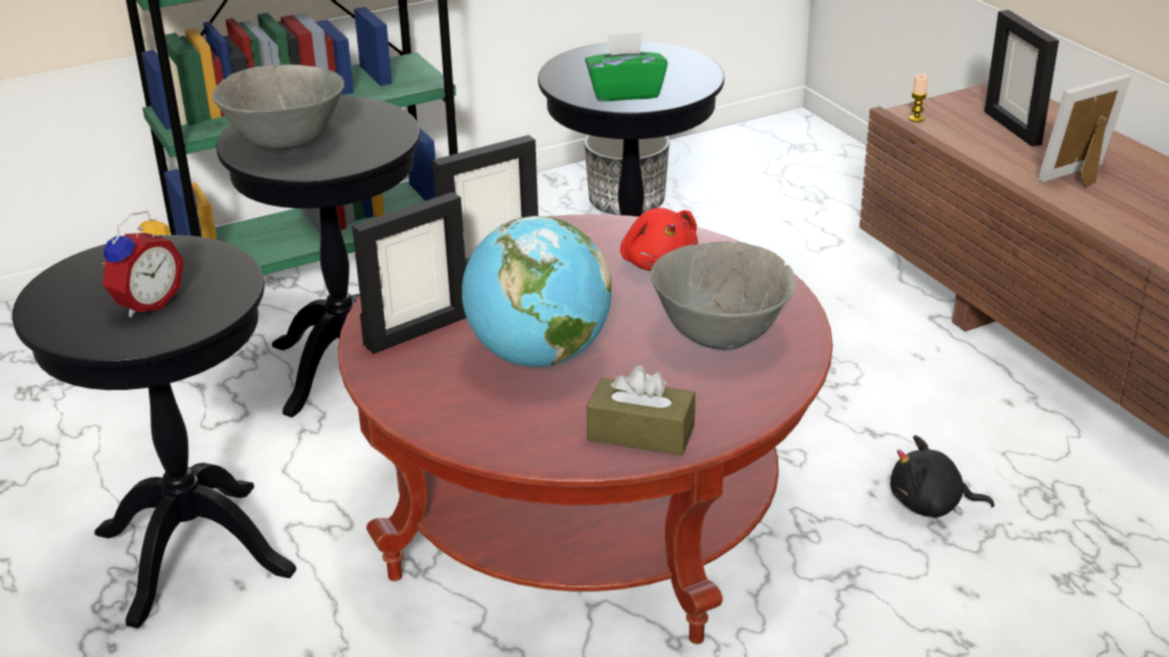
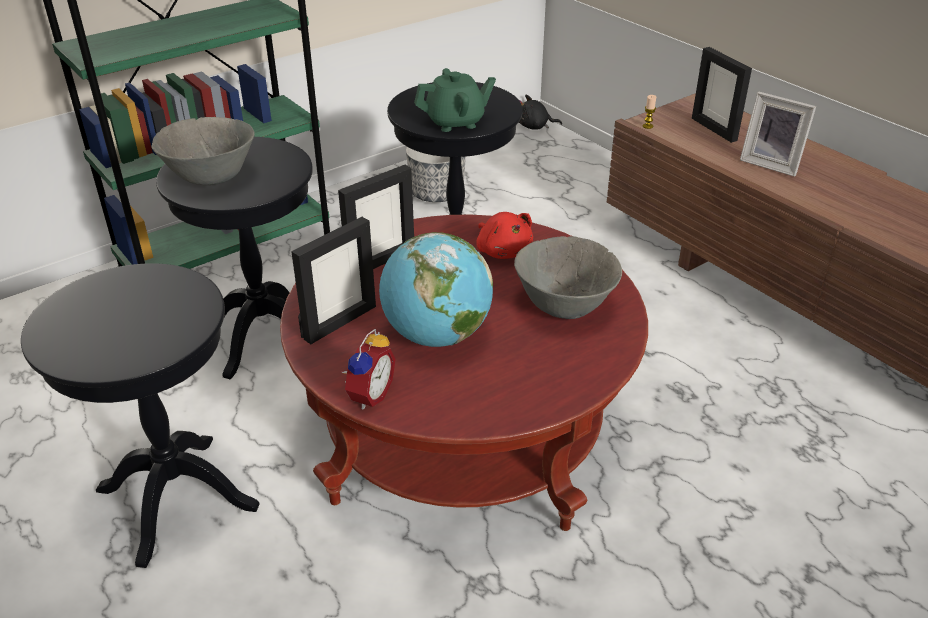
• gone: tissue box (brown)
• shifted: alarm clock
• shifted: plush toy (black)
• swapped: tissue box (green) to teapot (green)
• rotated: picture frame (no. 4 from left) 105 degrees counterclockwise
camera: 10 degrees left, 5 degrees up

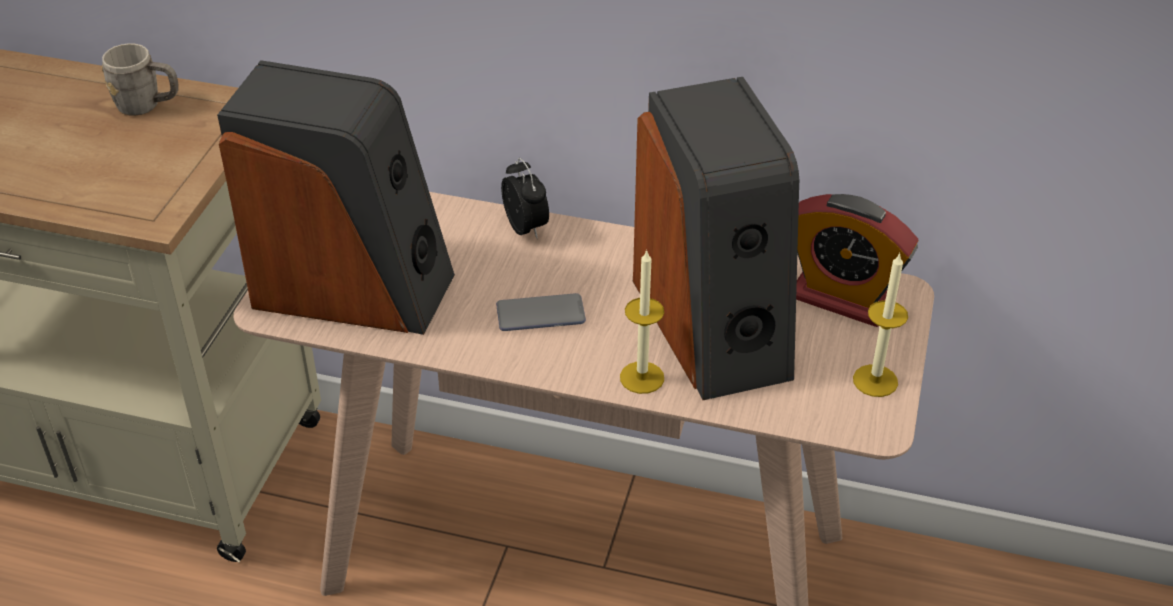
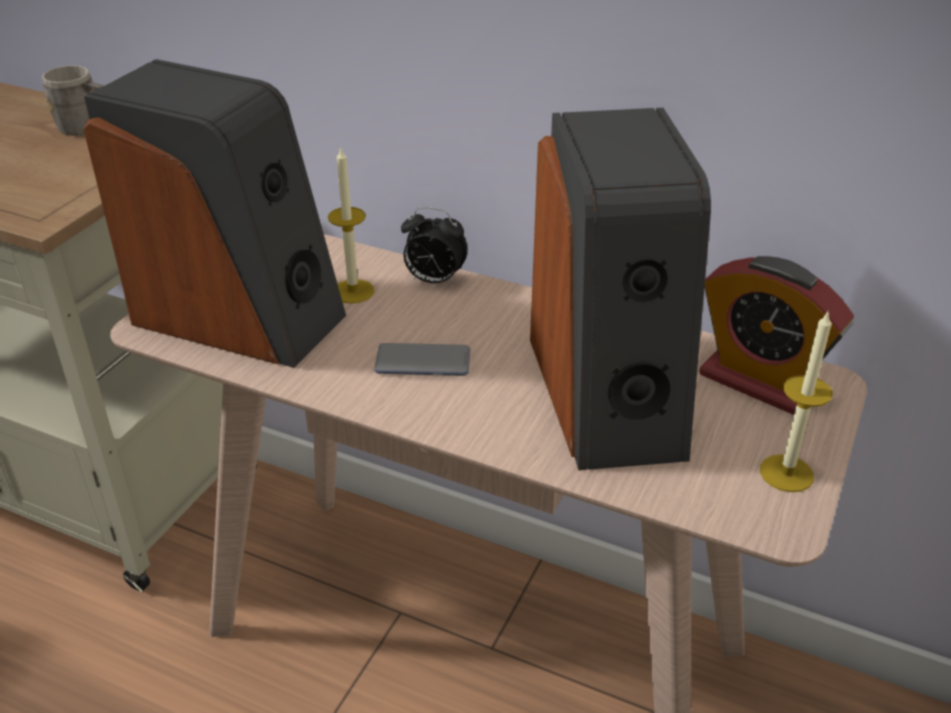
• shifted: candle (no. 1 from left)
• rotated: alarm clock (no. 1 from left) 120 degrees clockwise
camera: 10 degrees right, 5 degrees down

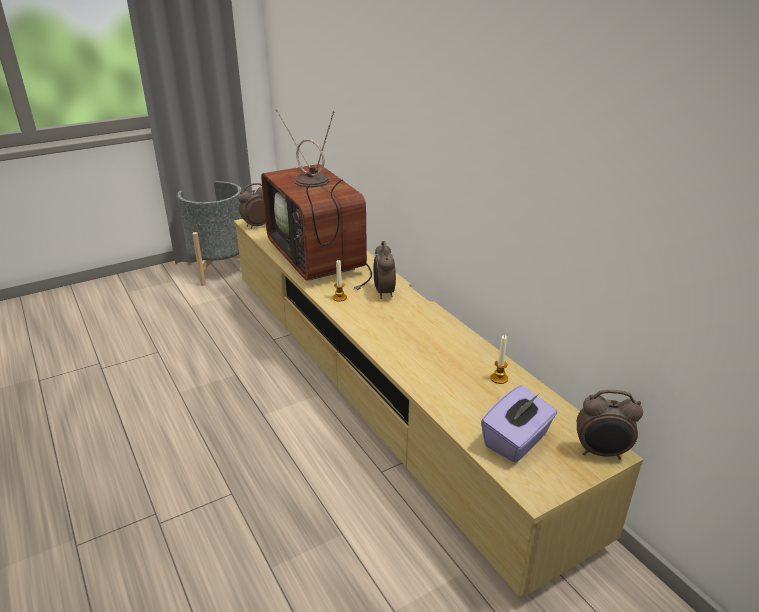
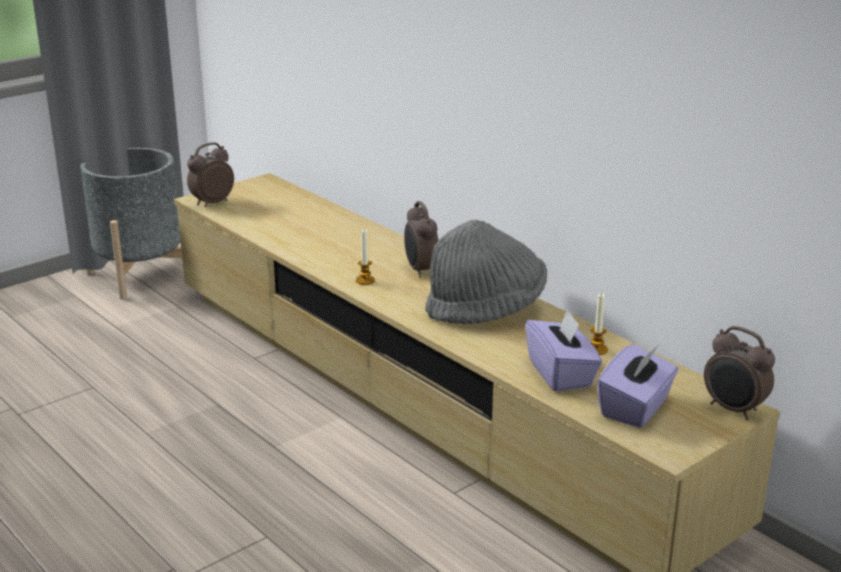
• gone: television
• new: hat (grey)
• new: tissue box (purple) (no. 1 from left)
• rotated: alarm clock (no. 3 from left) 45 degrees clockwise
camera: 10 degrees left, 5 degrees down

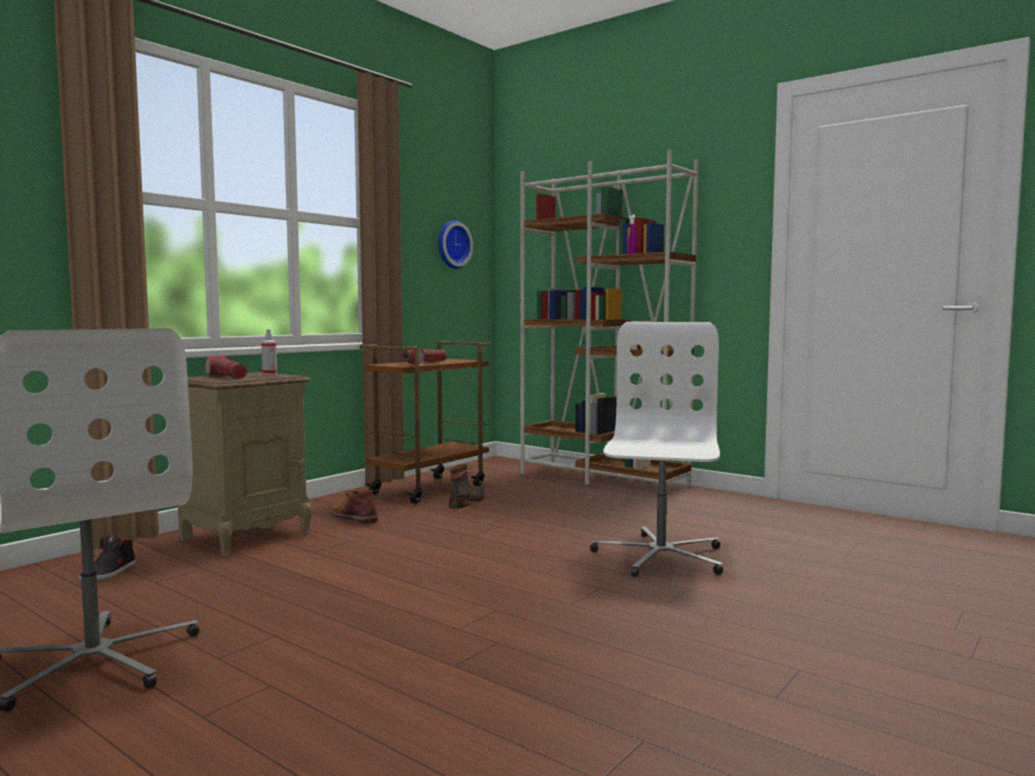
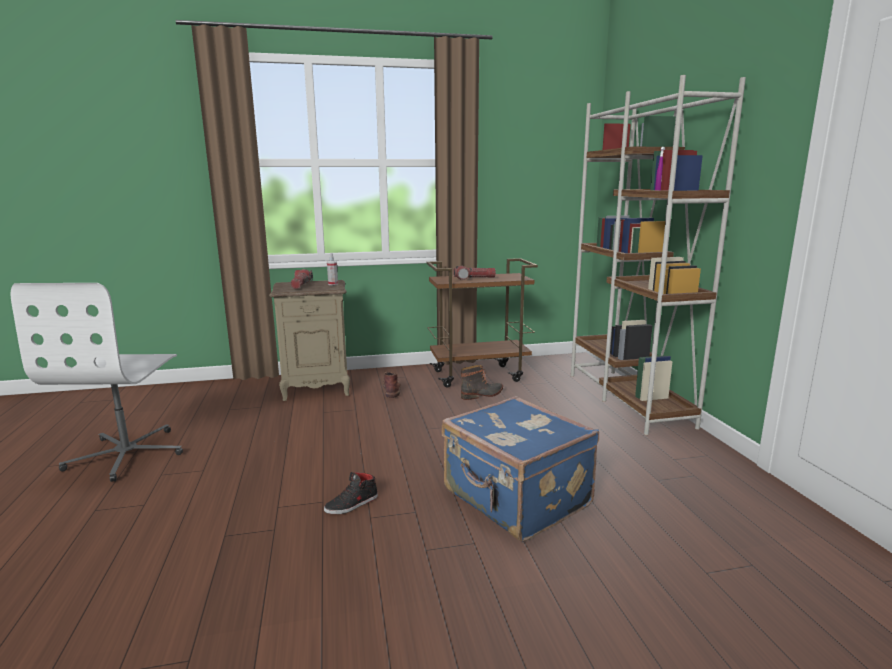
• gone: wall clock
• shifted: shoe (black)
• swapped: office chair (white) (no. 2 from left) to suitcase (blue)
camera: 40 degrees right, 10 degrees up

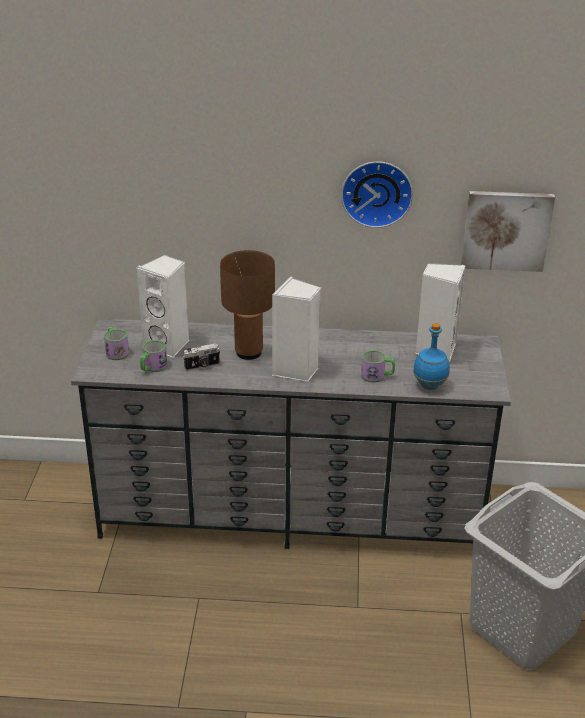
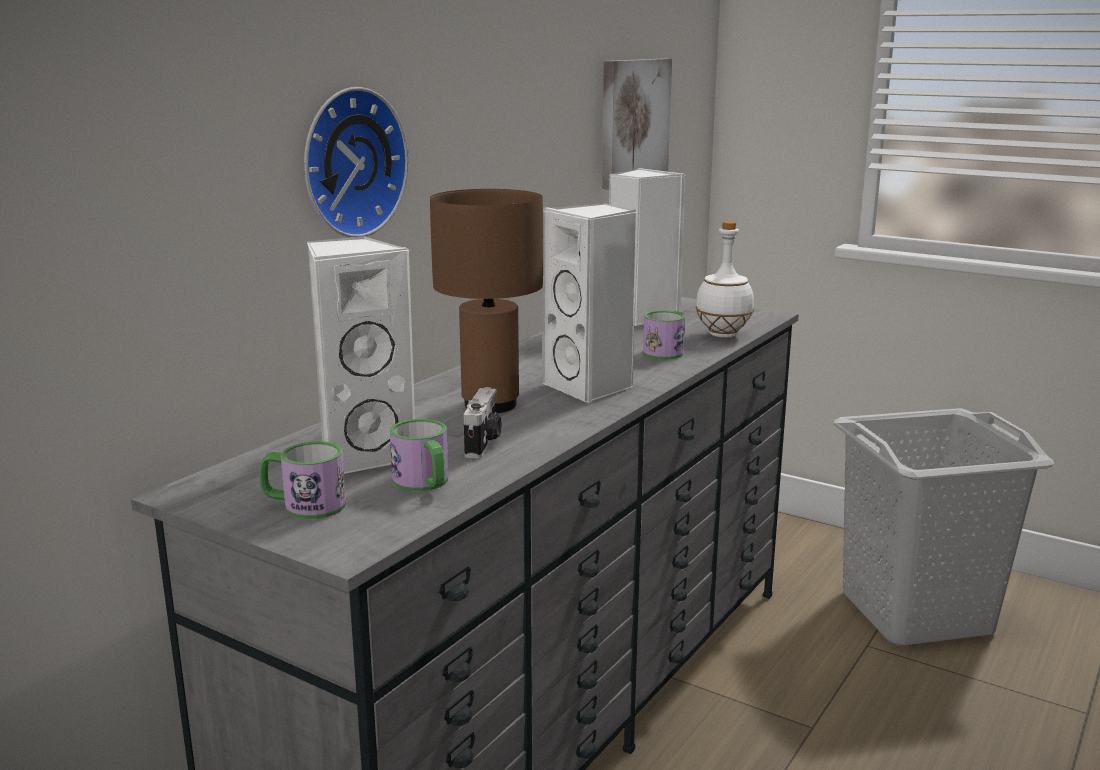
• shifted: wall clock
• repainted: bottle (blue) to bottle (white)
camera: 60 degrees left, 15 degrees down

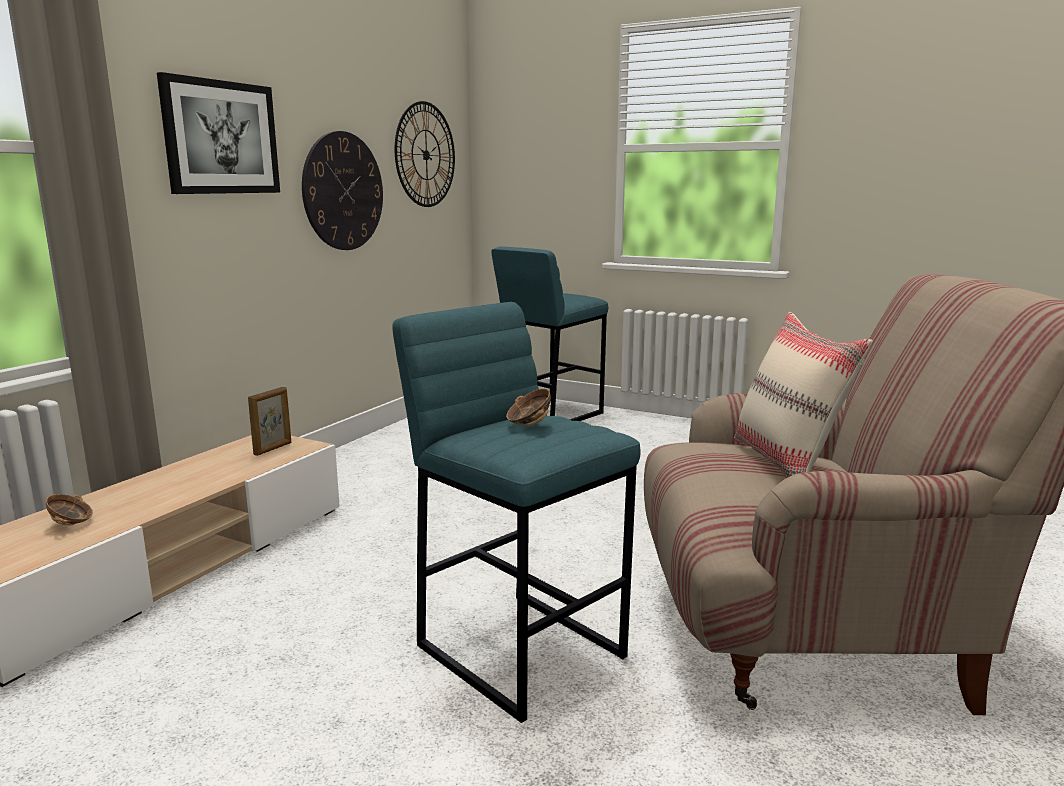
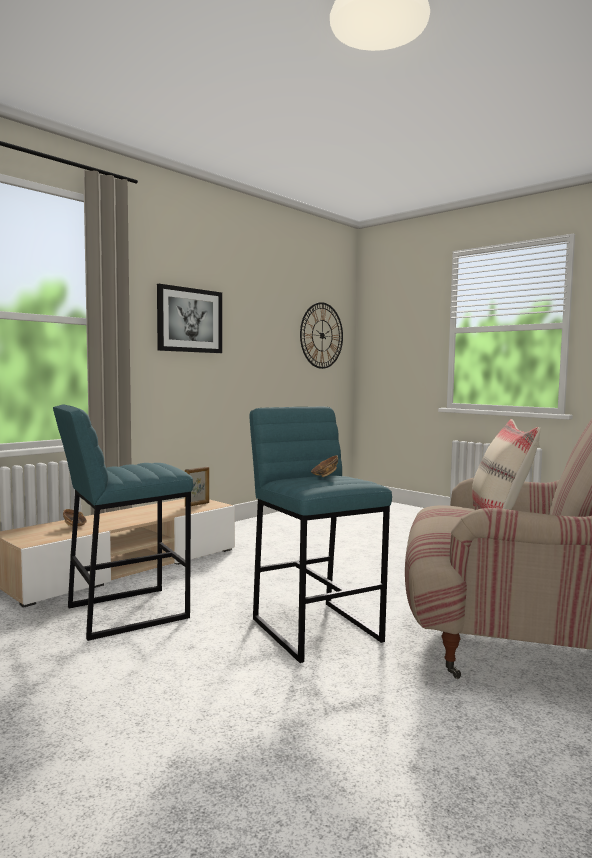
• gone: wall clock (no. 1 from left)
• shifted: stool (turquoise) (no. 2 from left in the first image) to stool (turquoise) (no. 1 from left)
camera: 15 degrees right, 10 degrees down

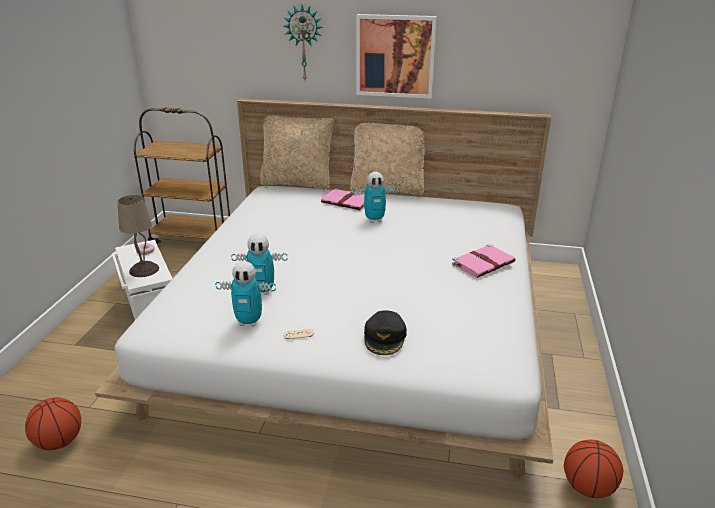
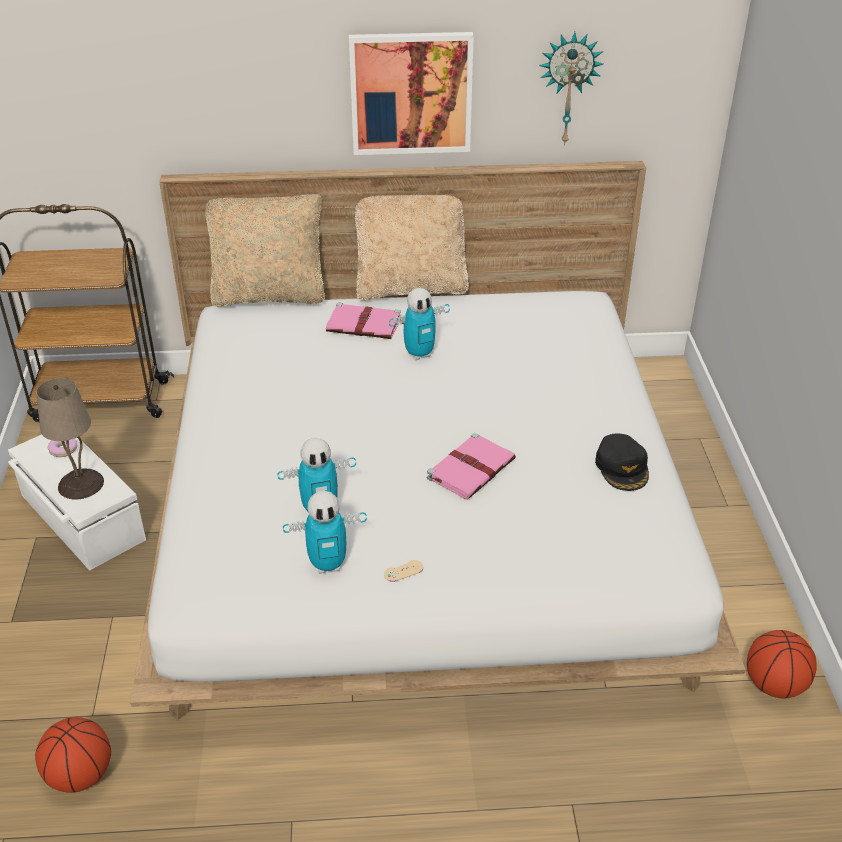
• shifted: wall clock
• shifted: cap (black)
• shifted: book (pink) (no. 2 from left)
camera: 15 degrees left, 10 degrees up

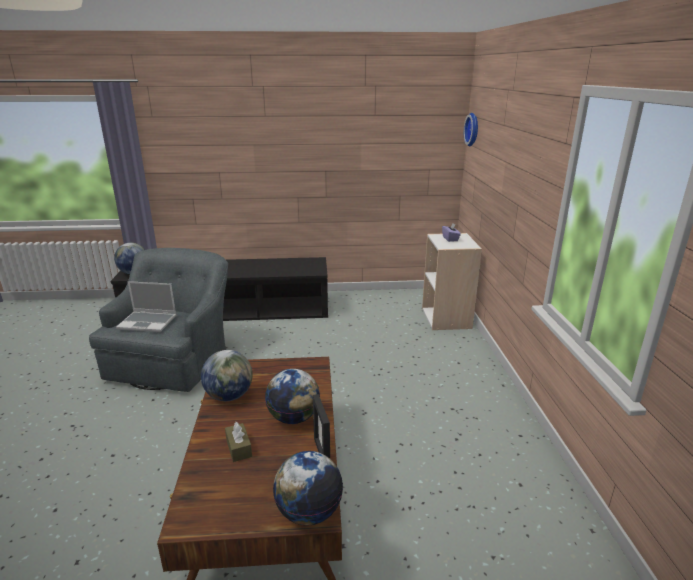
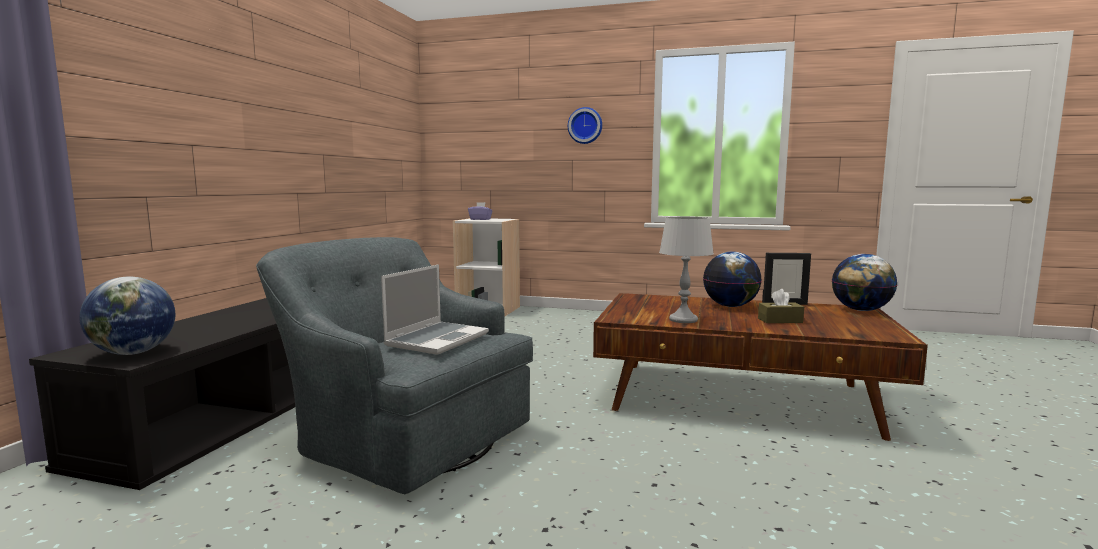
• shifted: wall clock
• swapped: globe (no. 2 from left) to table lamp (grey)
camera: 70 degrees left, 15 degrees down

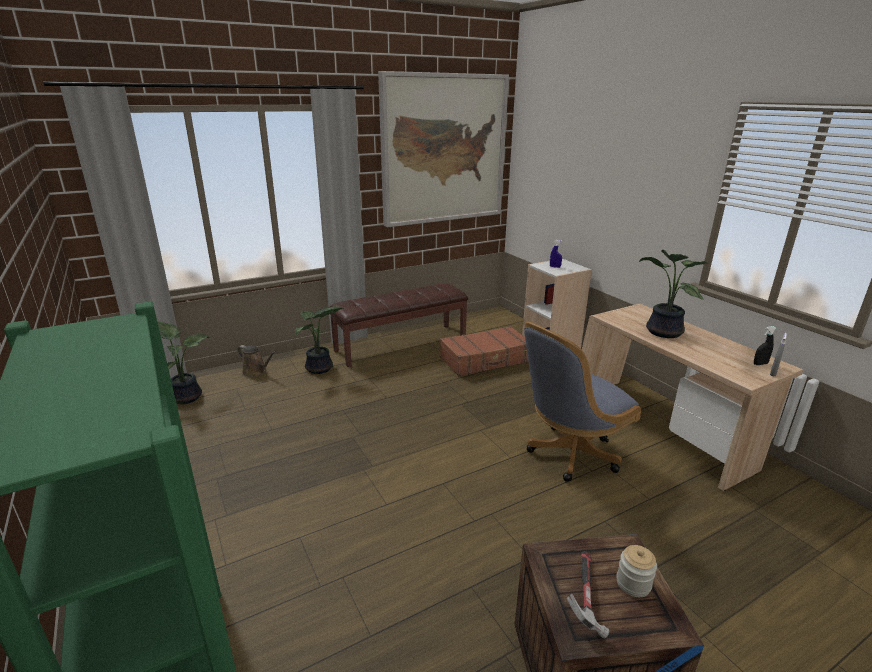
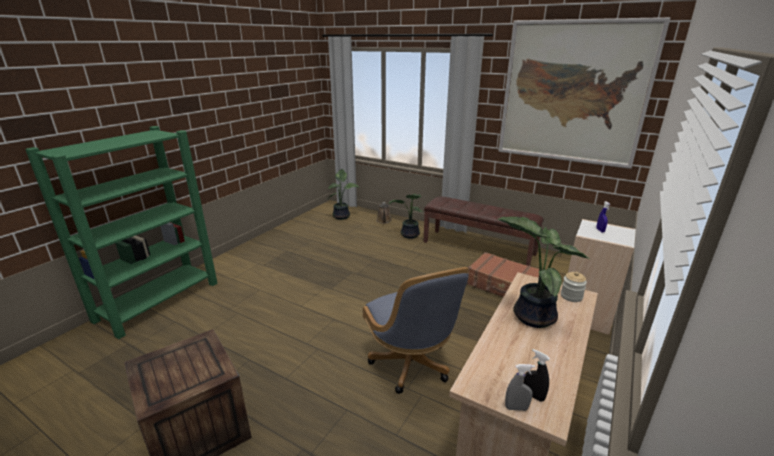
• gone: hammer
• shifted: jar
• rotated: office chair (blue) 135 degrees counterclockwise
camera: 60 degrees right, 0 degrees up

